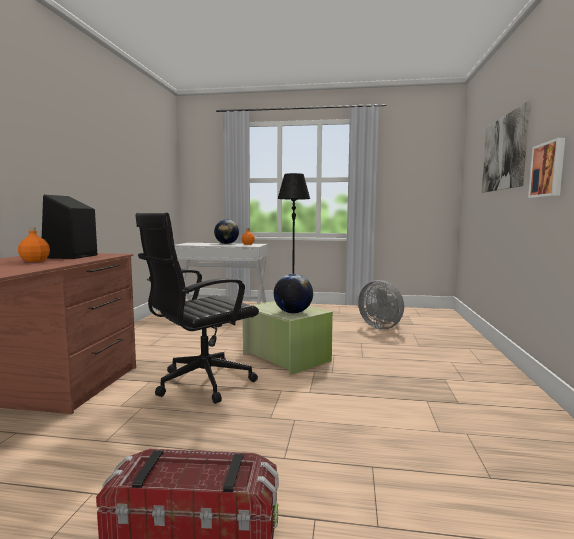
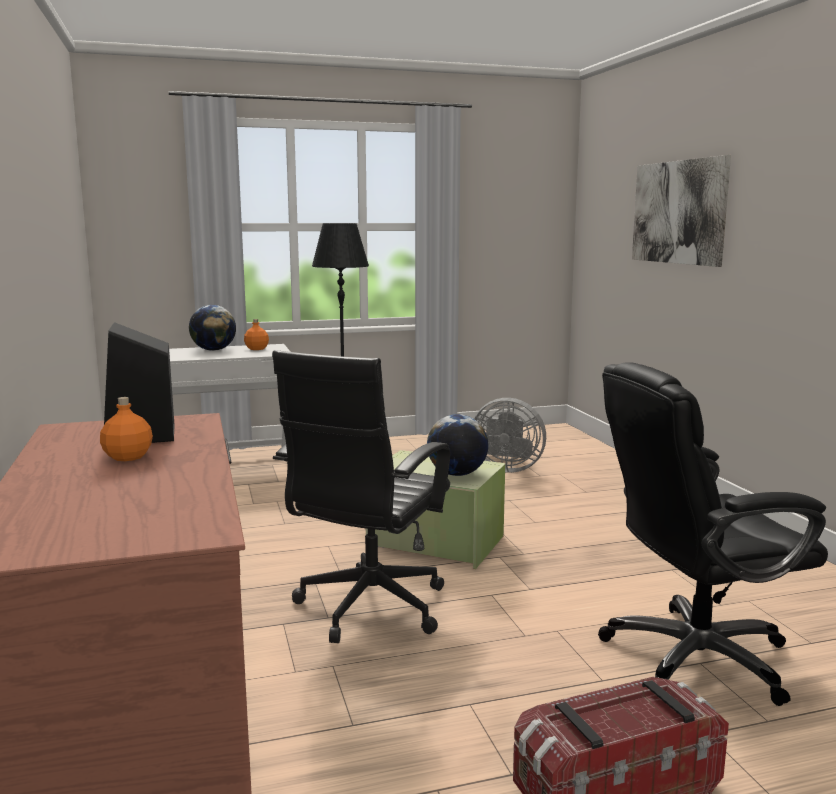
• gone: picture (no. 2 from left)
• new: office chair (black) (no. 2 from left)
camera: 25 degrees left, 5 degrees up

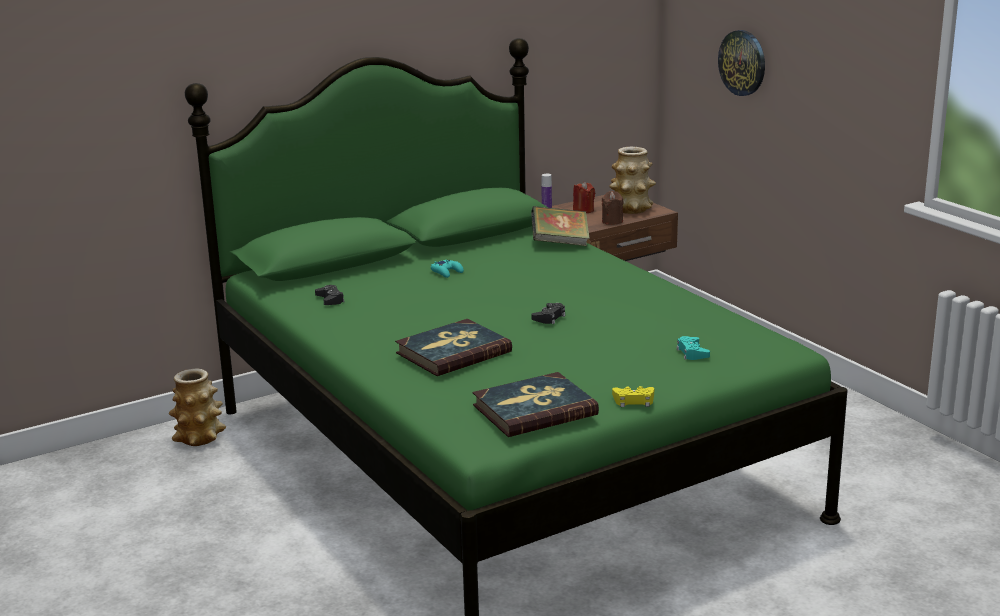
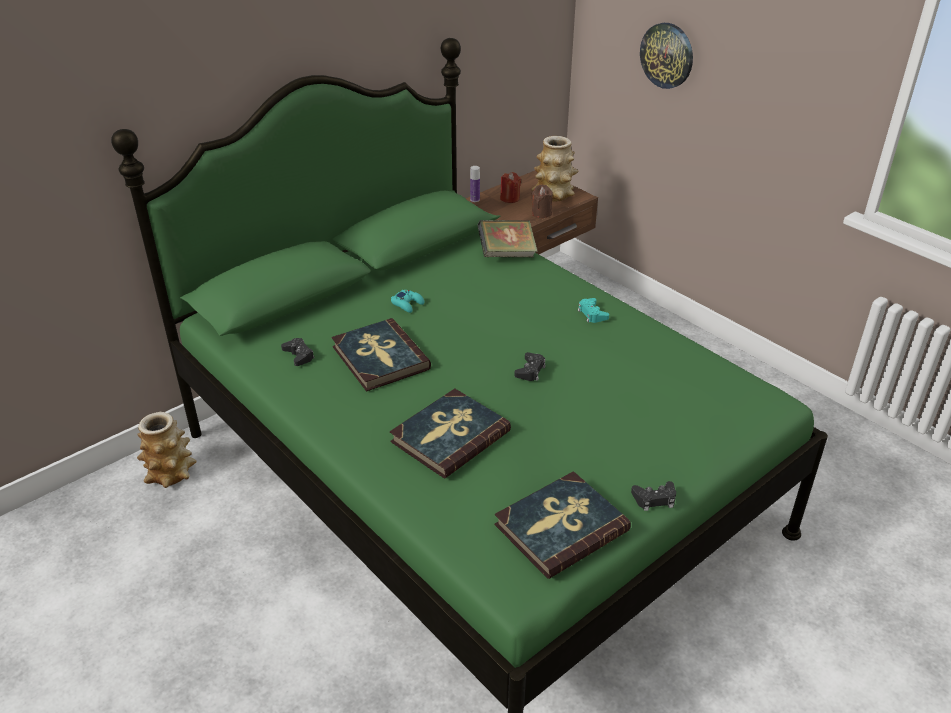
• new: book (no. 1 from left)
• shifted: game controller (turquoise) (no. 2 from left)
• repainted: game controller (yellow) to game controller (black) (no. 3 from left)
camera: 10 degrees left, 15 degrees up

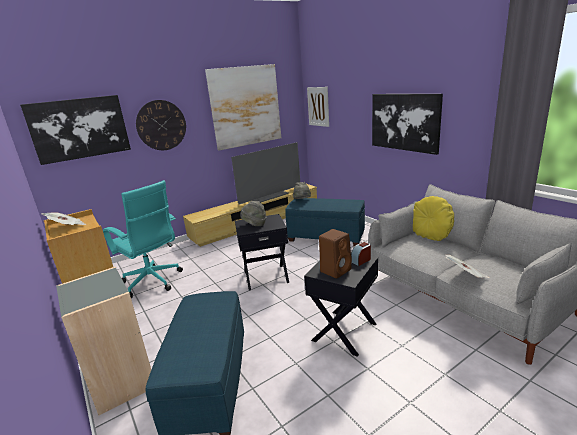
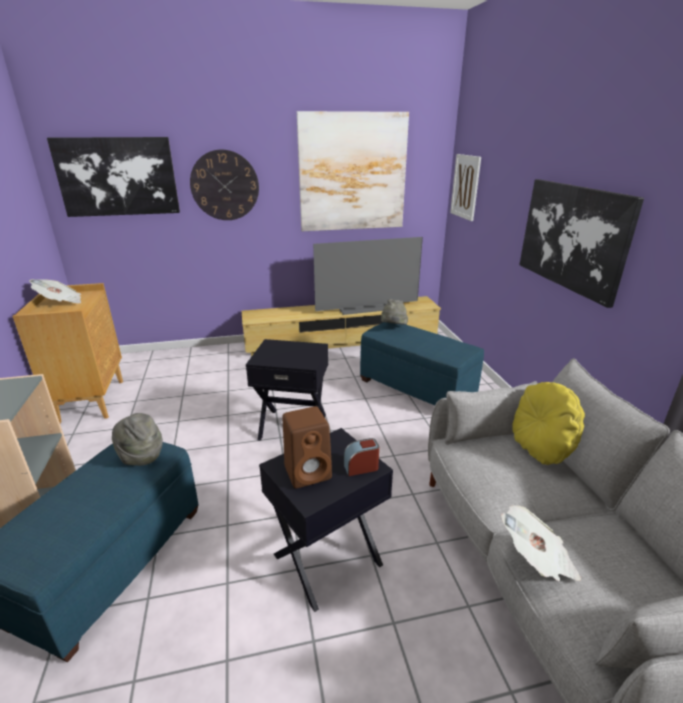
• gone: office chair (turquoise)
• shifted: hat (grey) (no. 1 from left)
camera: 20 degrees right, 5 degrees up

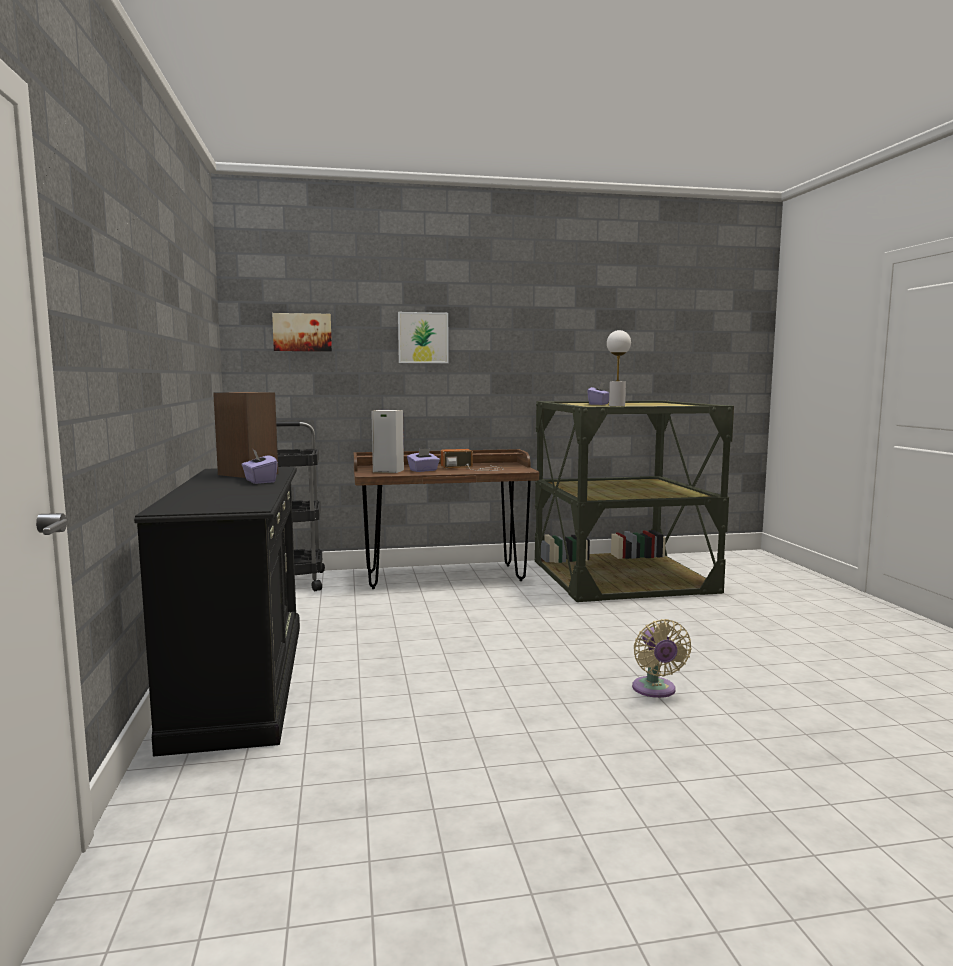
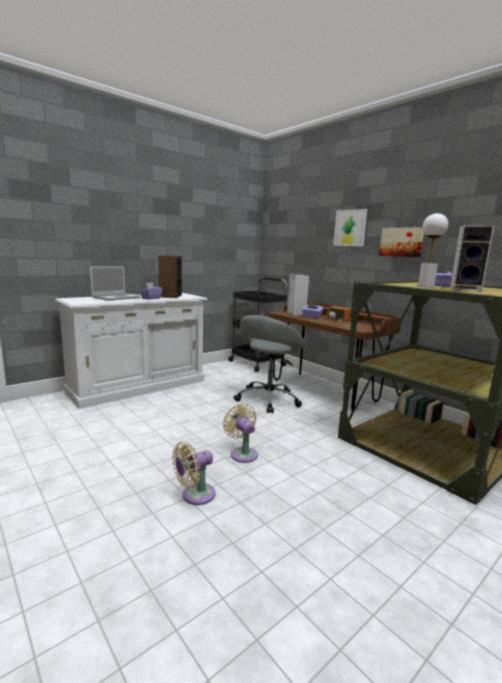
• new: laptop
• new: fan (beige) (no. 2 from left)
• new: office chair (grey)
• new: speaker (no. 3 from left)
• shifted: picture (no. 1 from left in the first image) to picture (no. 2 from left)
• repainted: cabinet (black) to cabinet (white)
camera: 60 degrees right, 5 degrees up

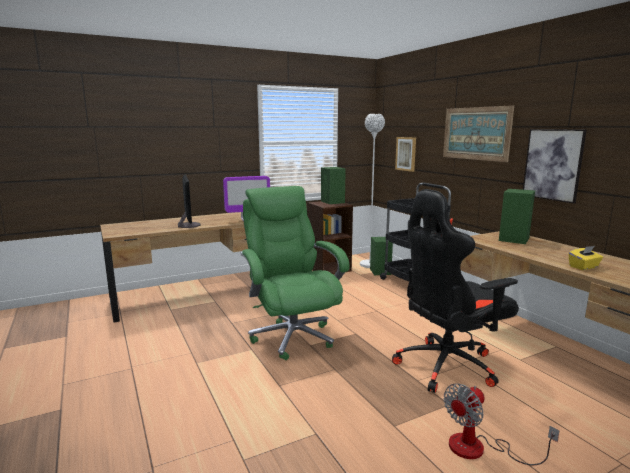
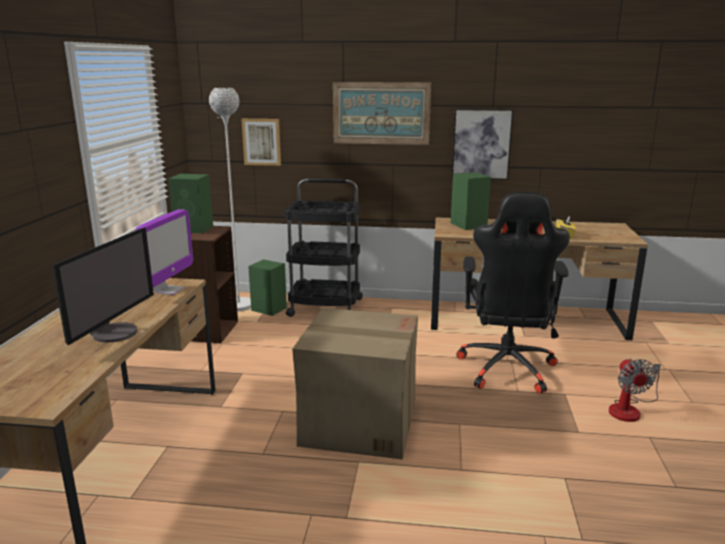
• swapped: office chair (green) to cardboard box
• rotated: monitor (no. 1 from left) 90 degrees clockwise
camera: 55 degrees left, 5 degrees up

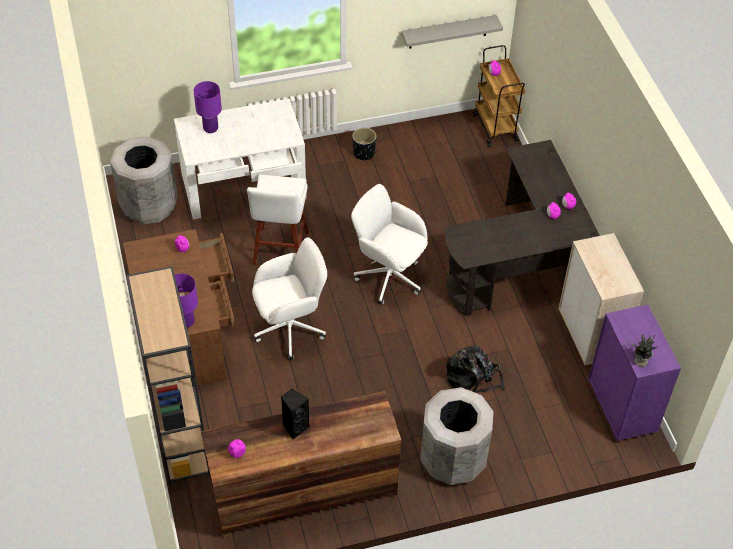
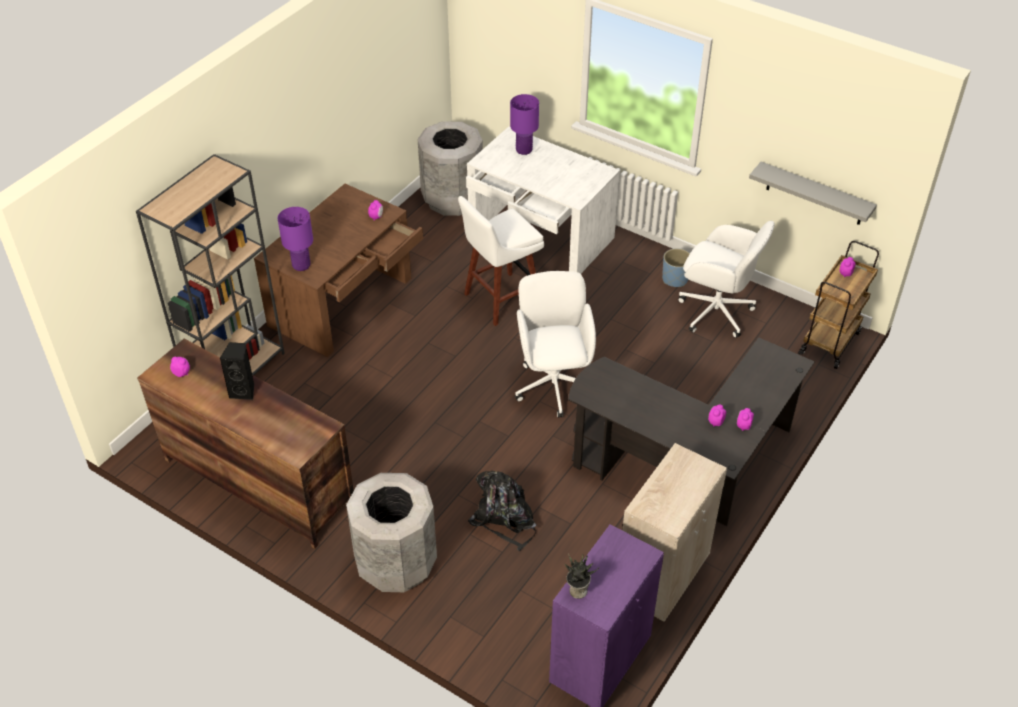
• shifted: office chair (white) (no. 1 from left in the first image) to office chair (white) (no. 2 from left)
• repainted: planter (black) to planter (blue)
camera: 50 degrees right, 5 degrees down

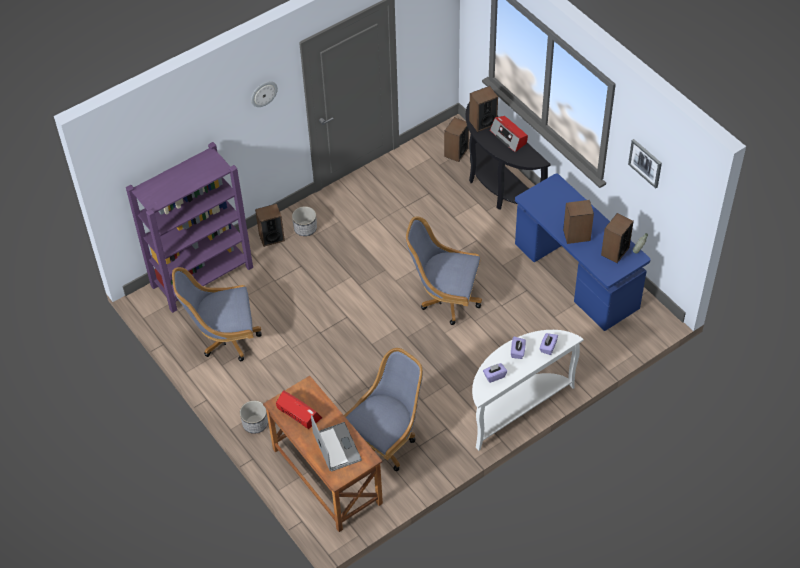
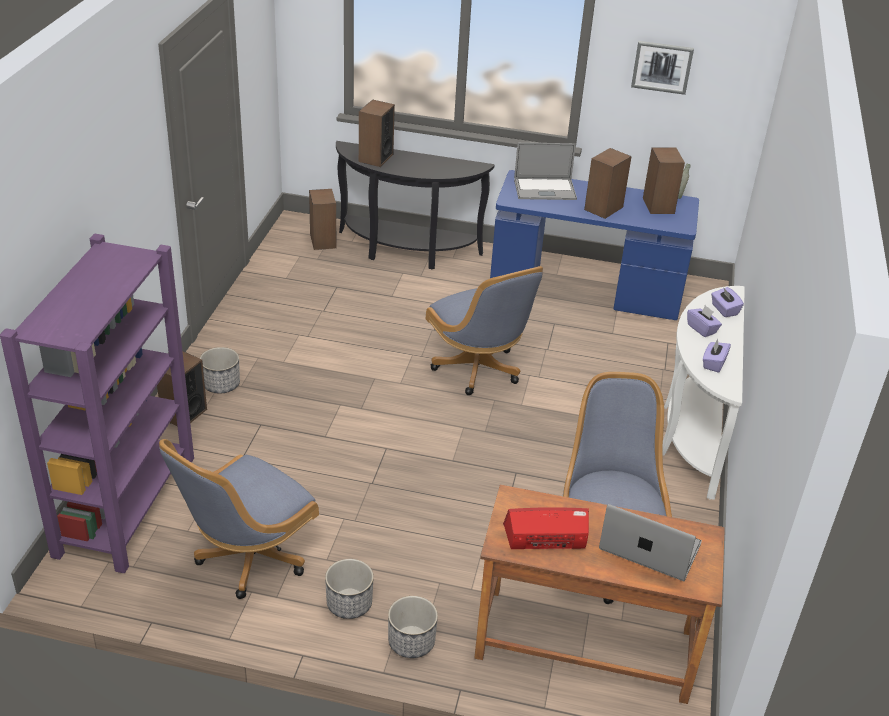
• gone: wall clock
• gone: radio (no. 2 from left)
• new: planter (no. 2 from left)
• new: laptop (no. 1 from left)
• rotated: office chair (blue) (no. 3 from left in the first image) 90 degrees counterclockwise
camera: 45 degrees left, 15 degrees down

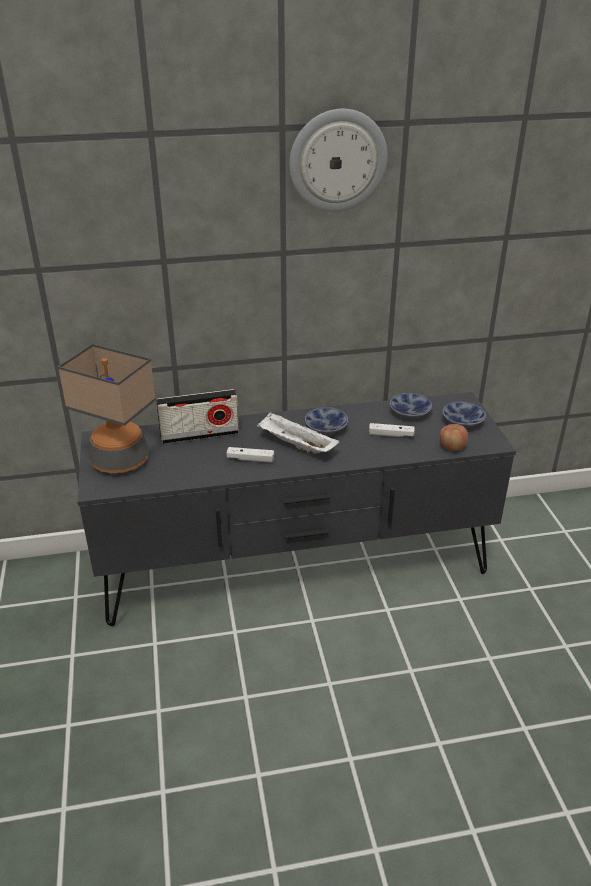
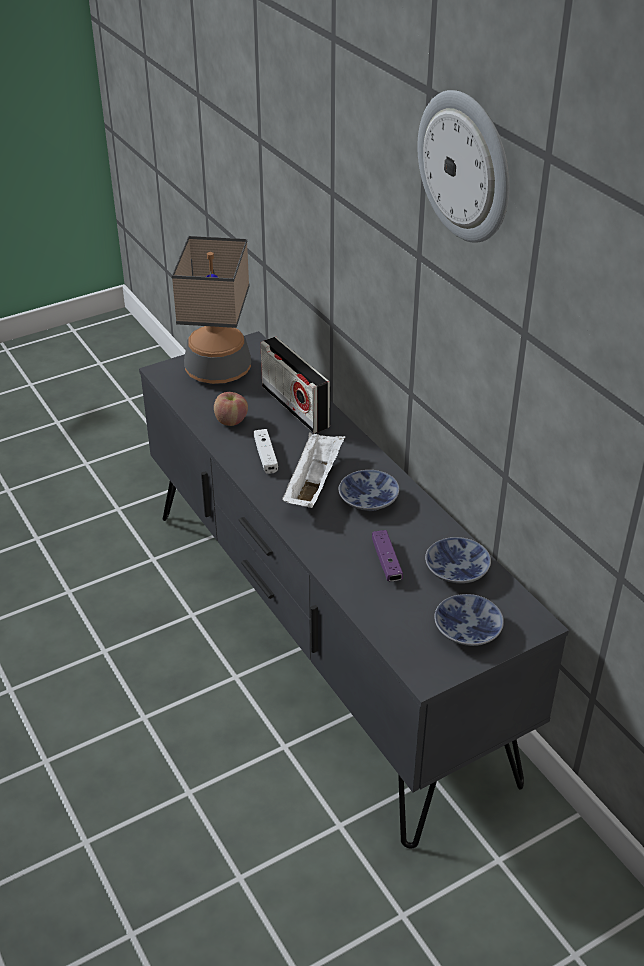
• shifted: apple
• repainted: game controller (white) (no. 2 from left) to game controller (purple)
camera: 70 degrees right, 5 degrees up

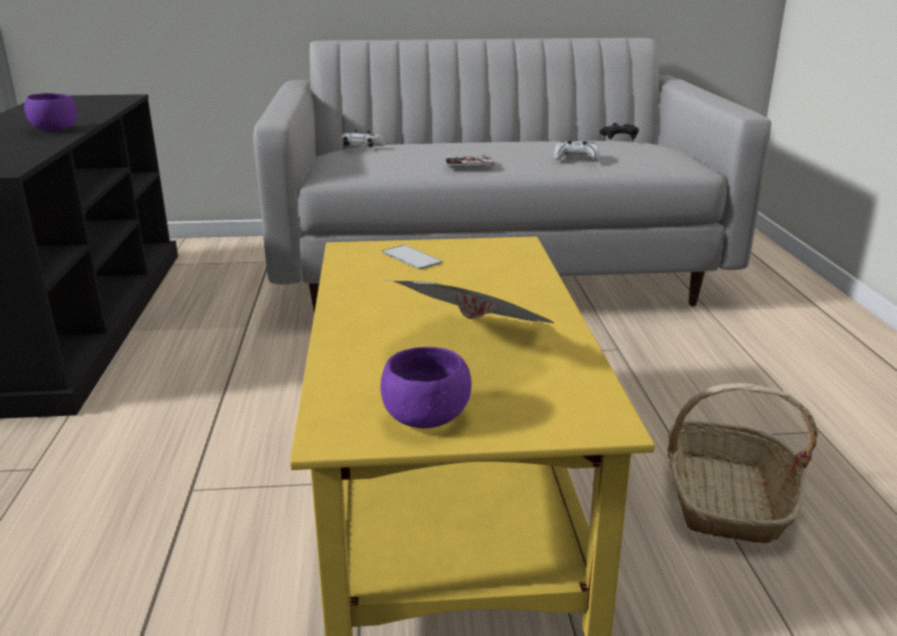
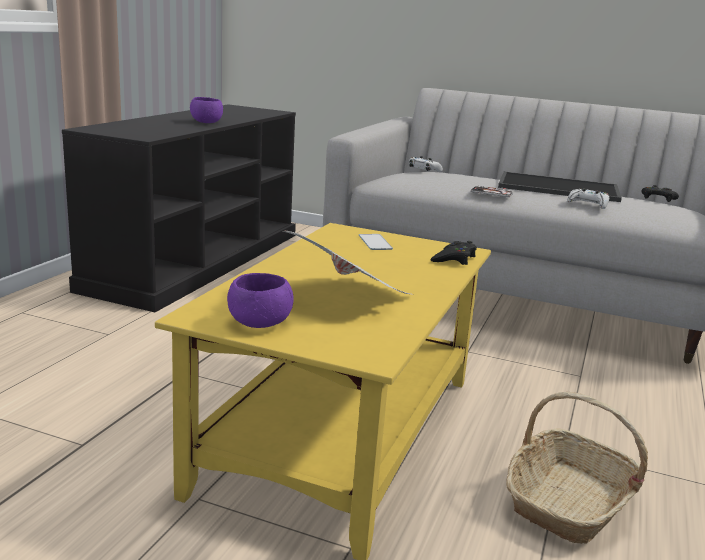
• new: game controller (black) (no. 1 from left)
• new: tray
camera: 25 degrees right, 5 degrees down

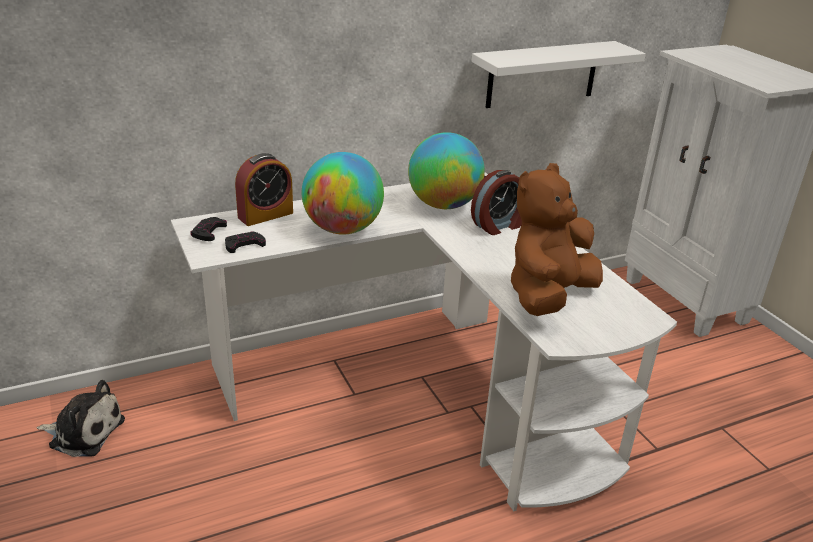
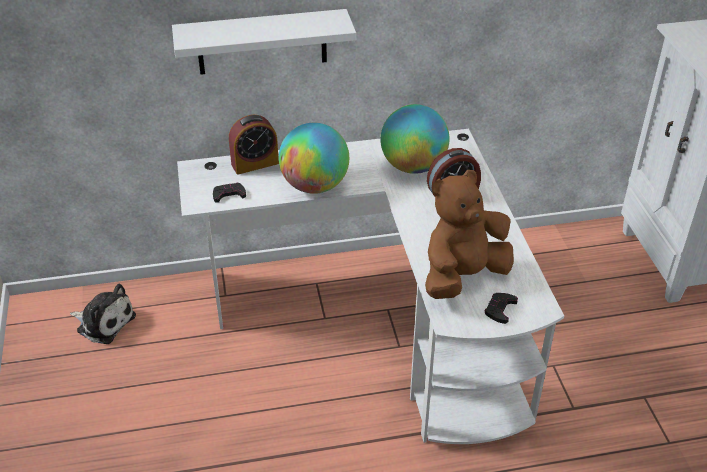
• shifted: game controller (black) (no. 1 from left in the first image) to game controller (black) (no. 2 from left)
• shifted: shelf (white)
camera: 15 degrees right, 10 degrees up

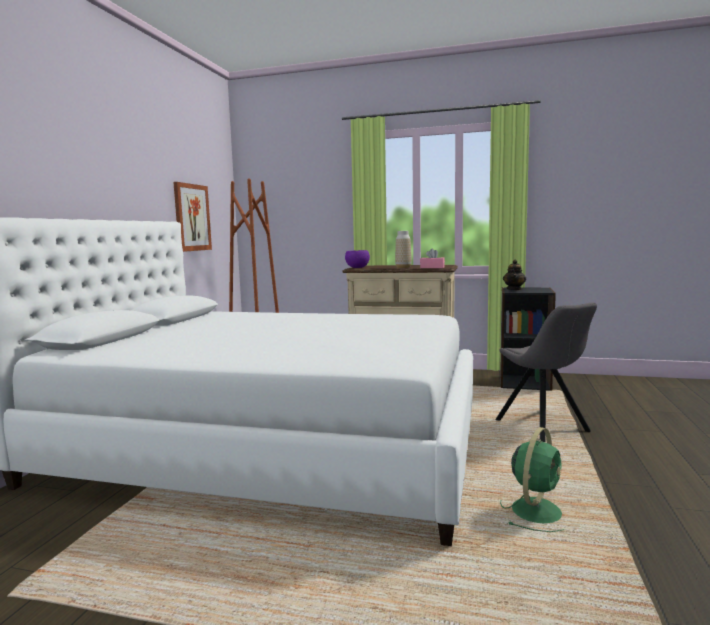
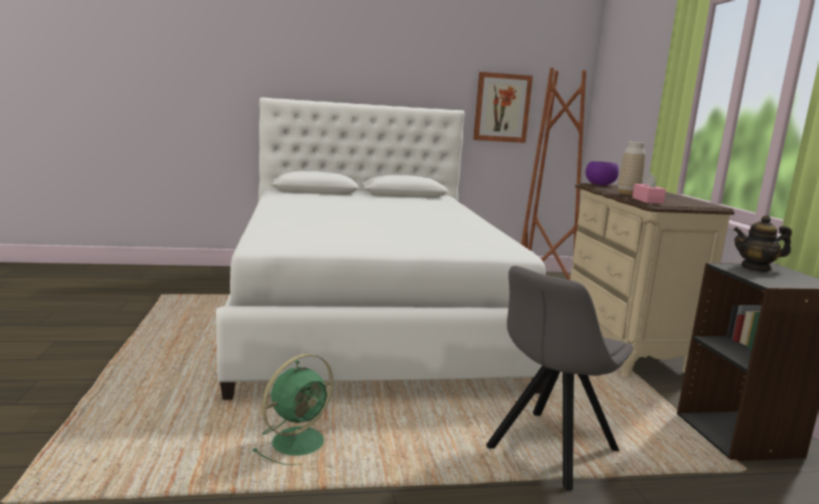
• rotated: fan (green) 60 degrees counterclockwise
camera: 65 degrees right, 5 degrees up

